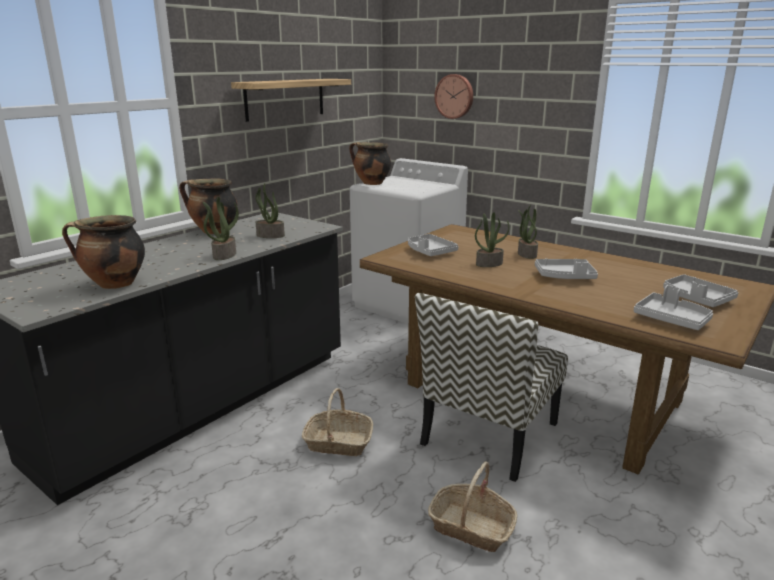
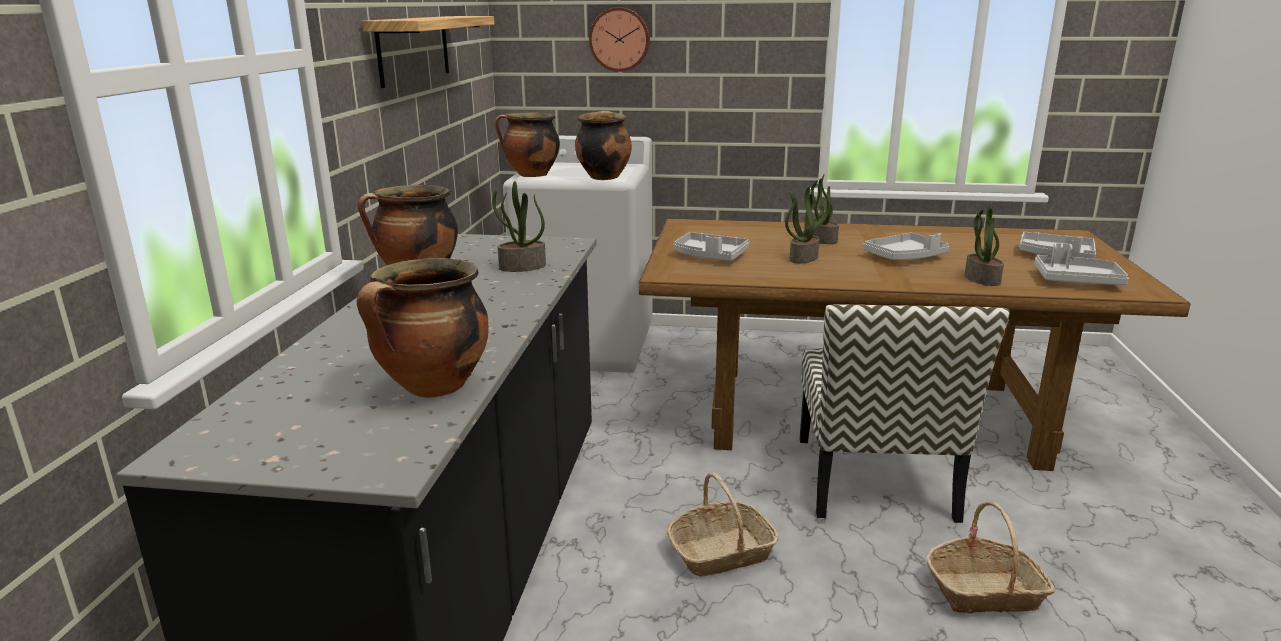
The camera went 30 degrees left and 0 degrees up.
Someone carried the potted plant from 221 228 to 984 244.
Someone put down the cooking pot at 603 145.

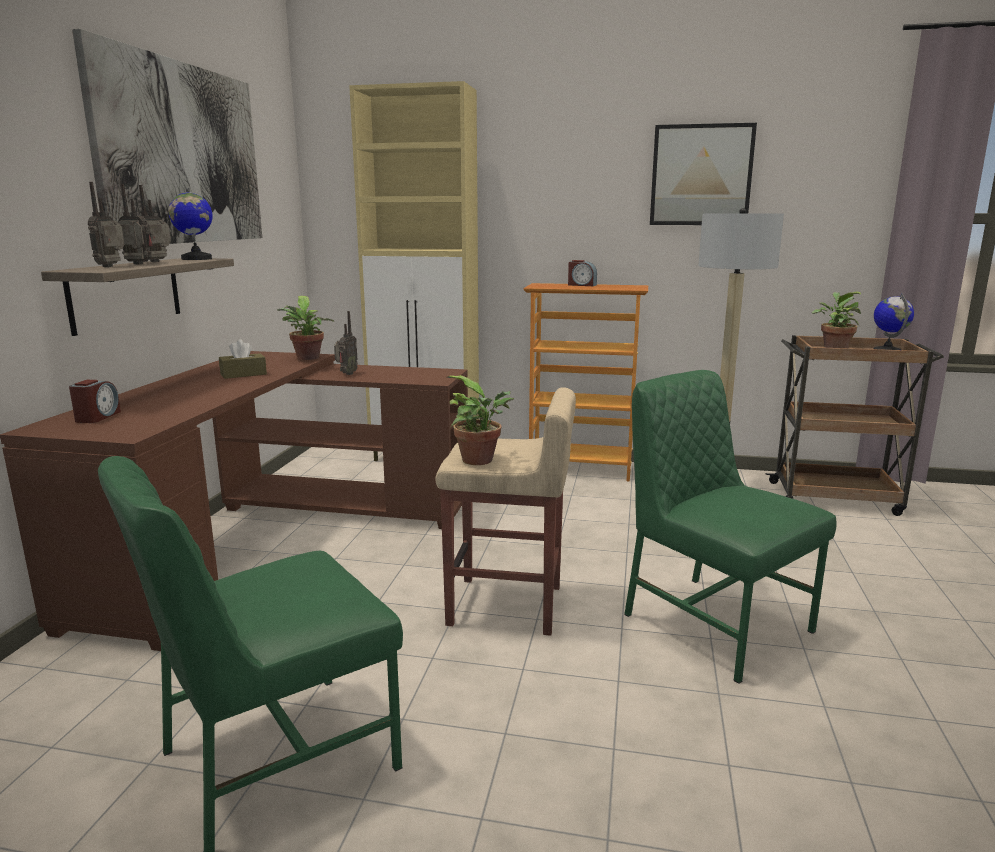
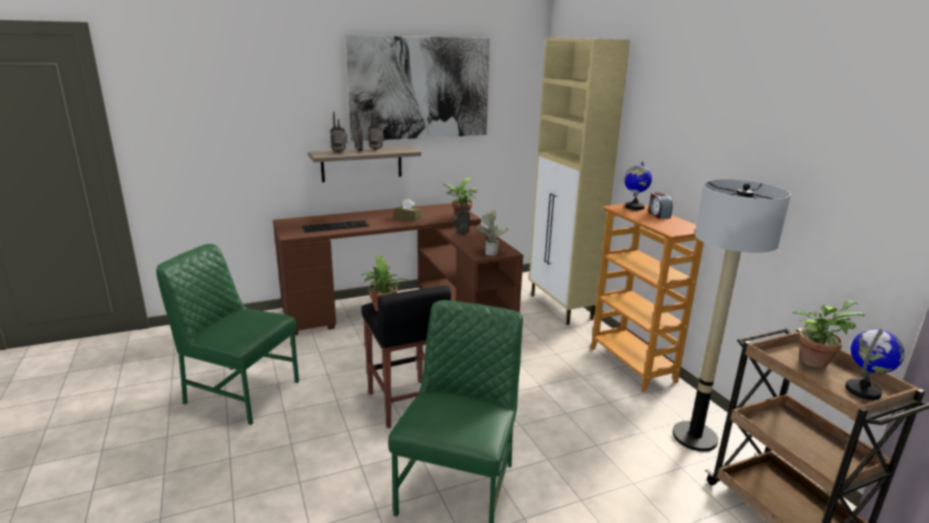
The camera went 55 degrees right and 5 degrees up.
Someone took away the alarm clock at 95 401.
Someone carried the globe from 190 223 to 638 185.
Someone repainted the beige stool at 505 511, which became the black stool at 406 357.
Someone took away the picture at 703 174.
Someone put down the keyboard at 335 226.
Someone put down the potted plant at 493 233.

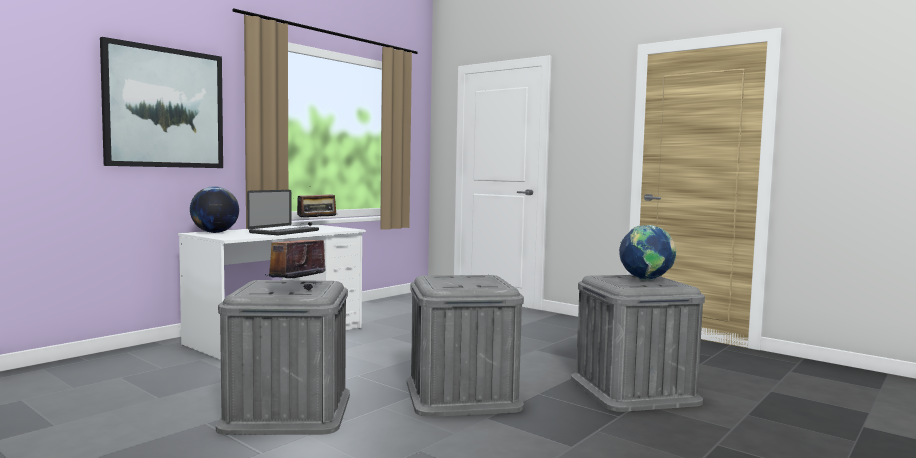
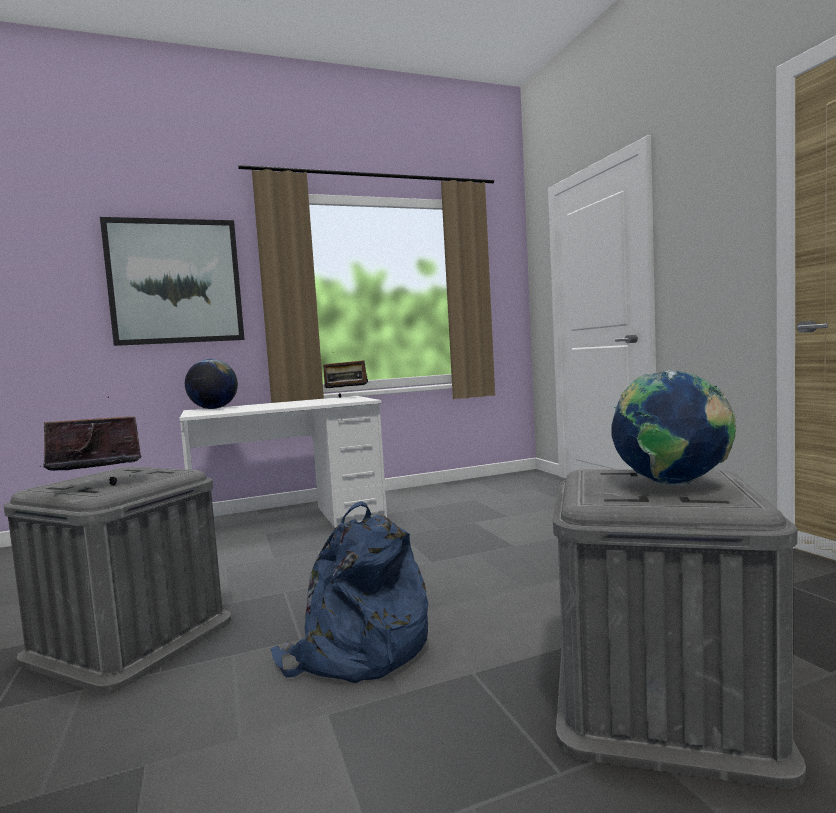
The camera went 30 degrees right and 0 degrees up.
Someone took away the laptop at 283 212.
Someone swapped the grey storage box at 465 346 for the blue backpack at 349 592.

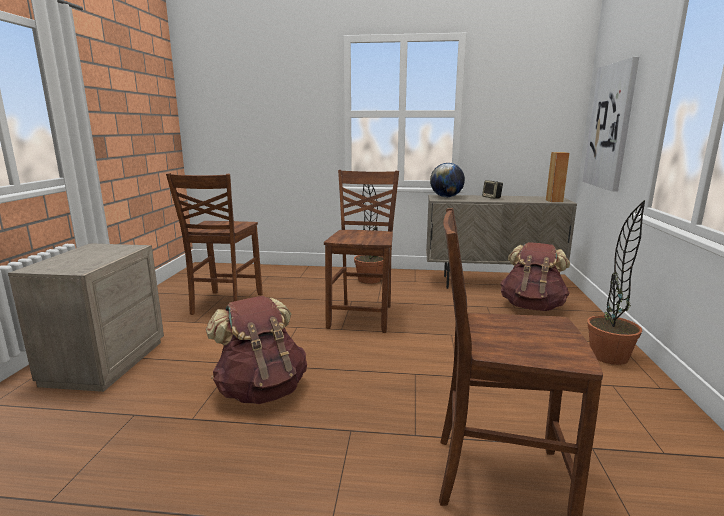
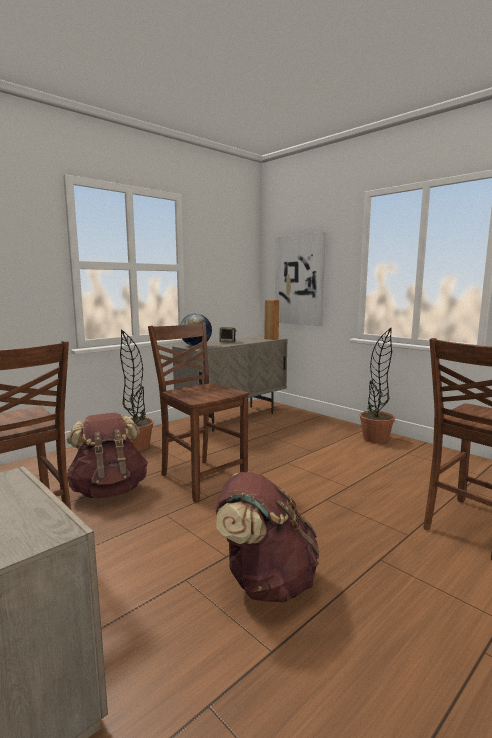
The camera went 50 degrees left and 5 degrees down.
Someone carried the brown backpack from 535 276 to 107 456.

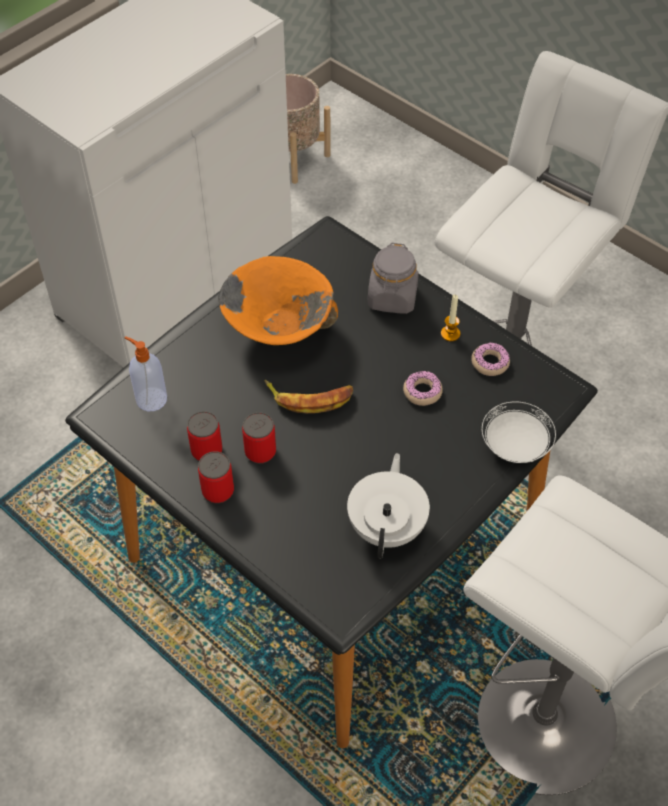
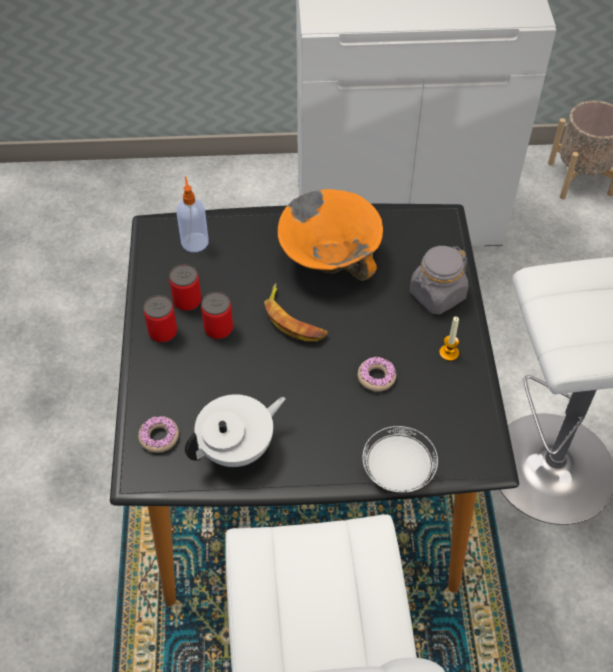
The camera went 45 degrees right and 0 degrees up.
Someone carried the donut from 490 359 to 158 434.

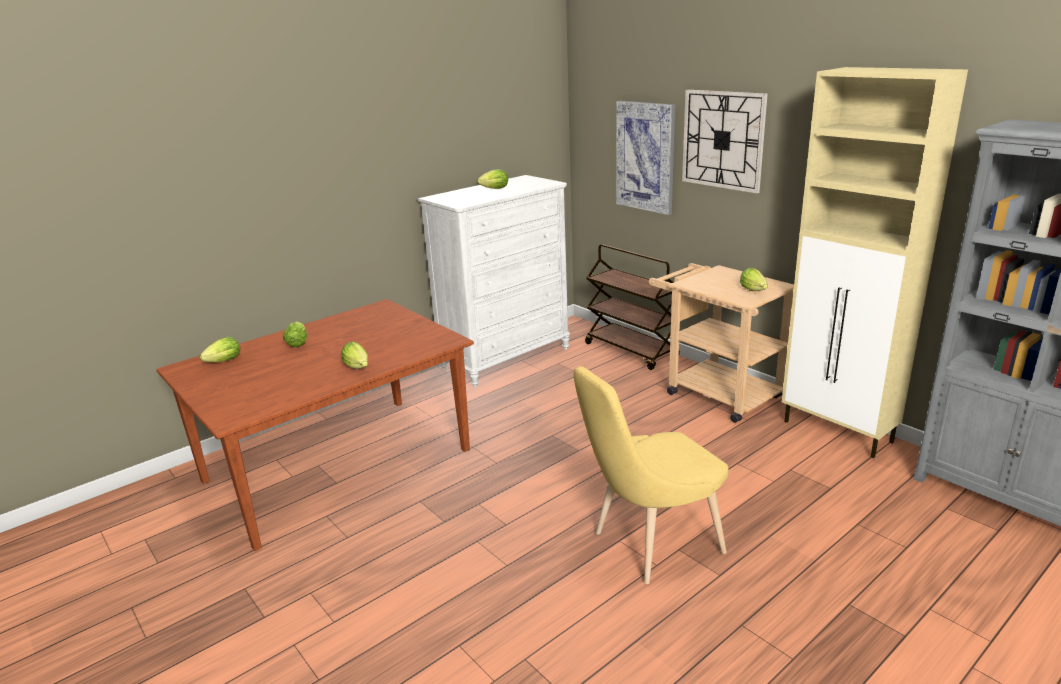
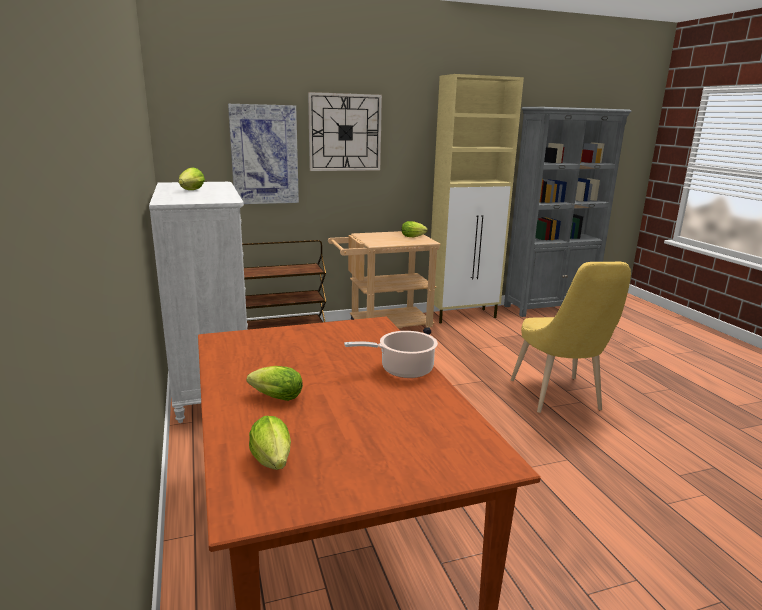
The camera went 70 degrees left and 5 degrees down.
Someone swapped the lettuce at 354 355 for the cooking pot at 391 354.

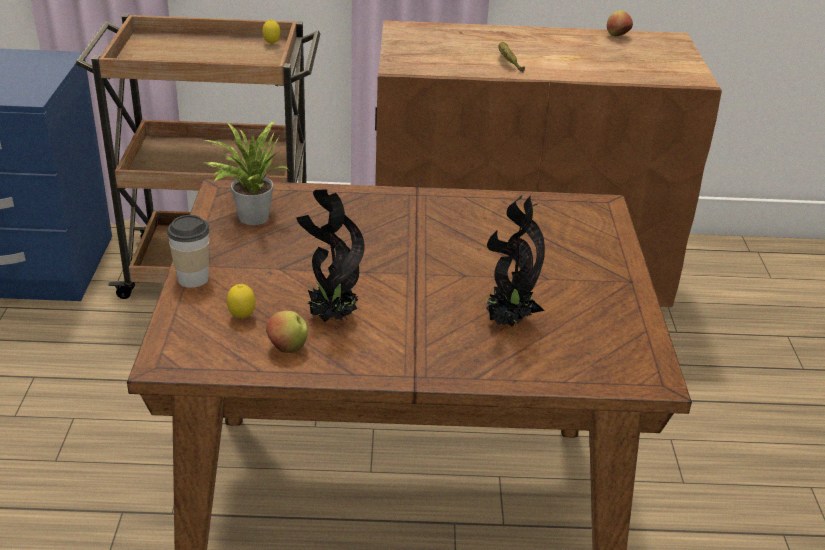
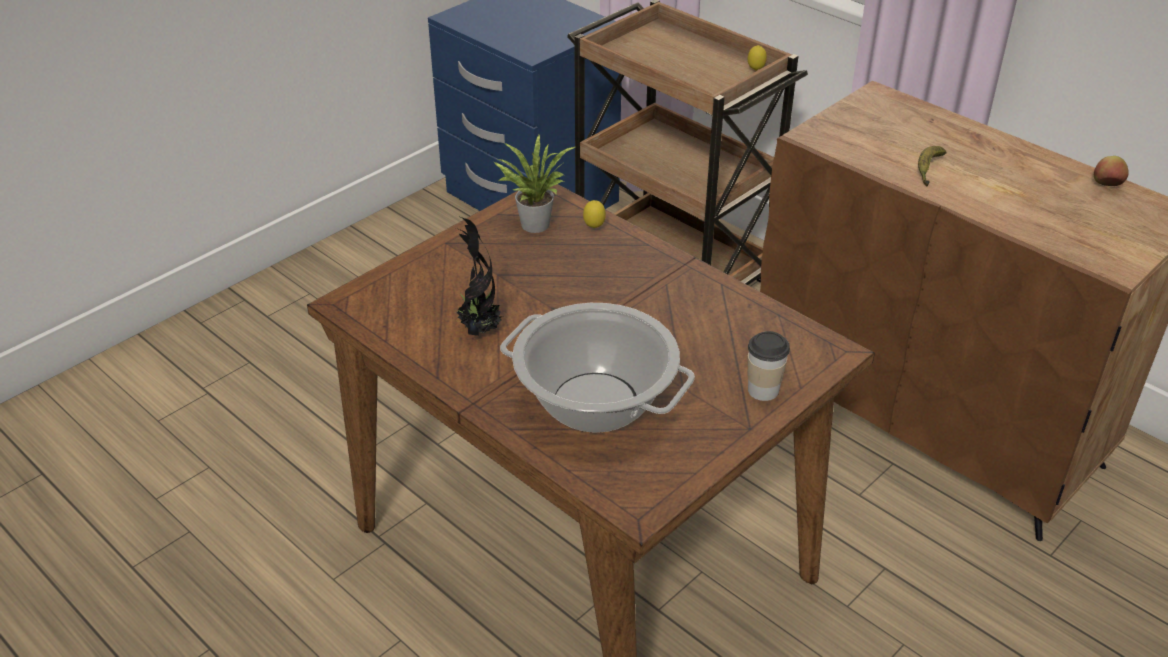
The camera went 45 degrees right and 5 degrees up.
Someone carried the cup from 188 251 to 769 366.
Someone carried the lemon from 241 301 to 594 214.
Someone took away the apple at 287 332.
Someone swapped the potted plant at 514 261 for the cooking pot at 597 368.

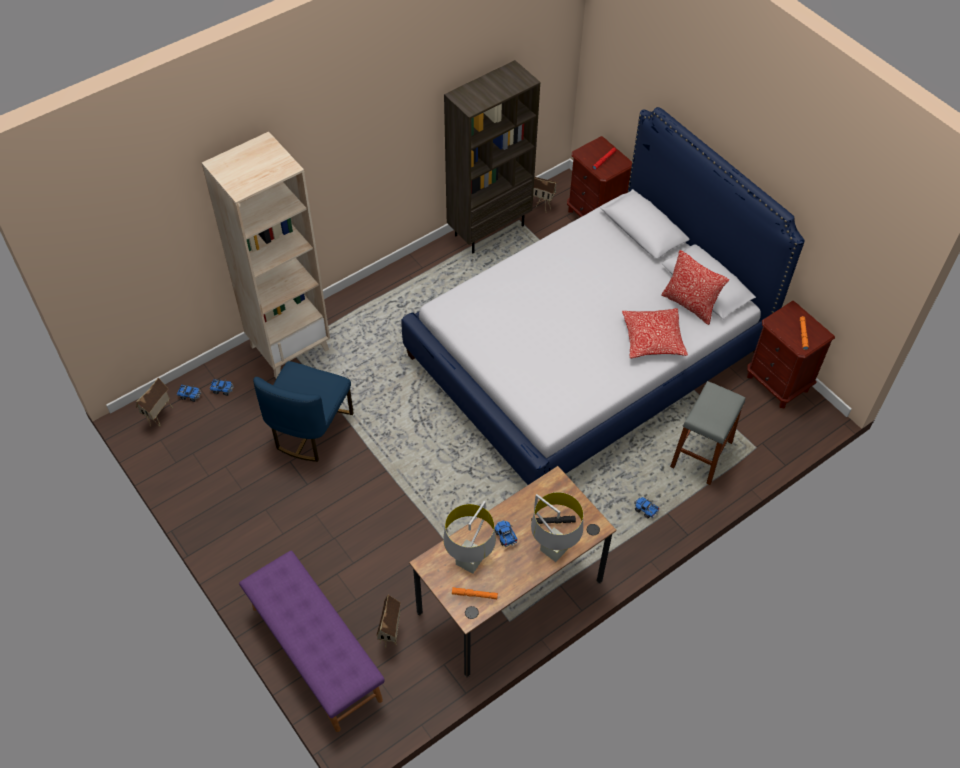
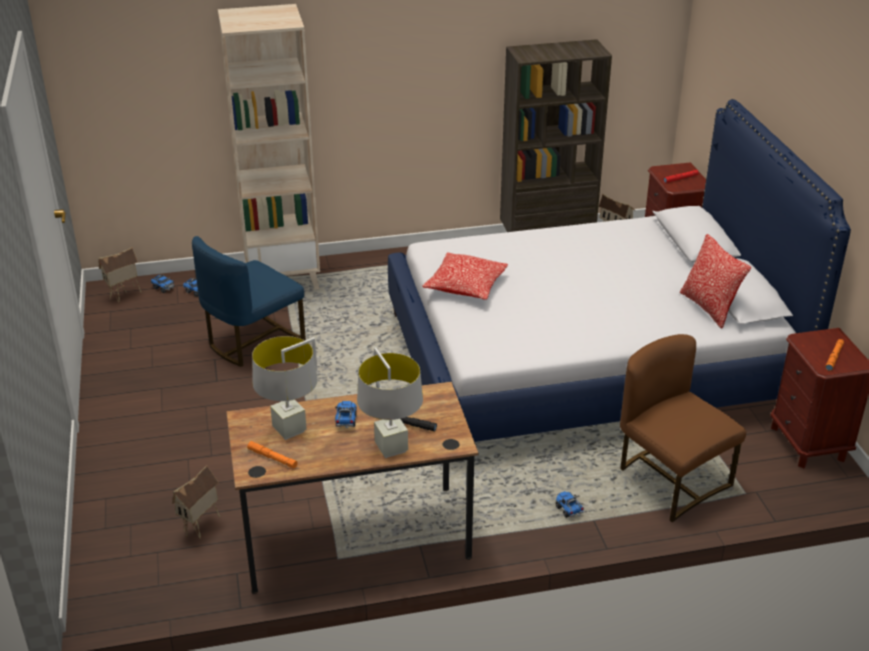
The camera went 25 degrees right and 20 degrees down.
Someone took away the purple bench at 312 641.
Someone carried the pillow from 655 333 to 465 276.
Someone swapped the grey stool at 708 433 for the brown chair at 683 428.

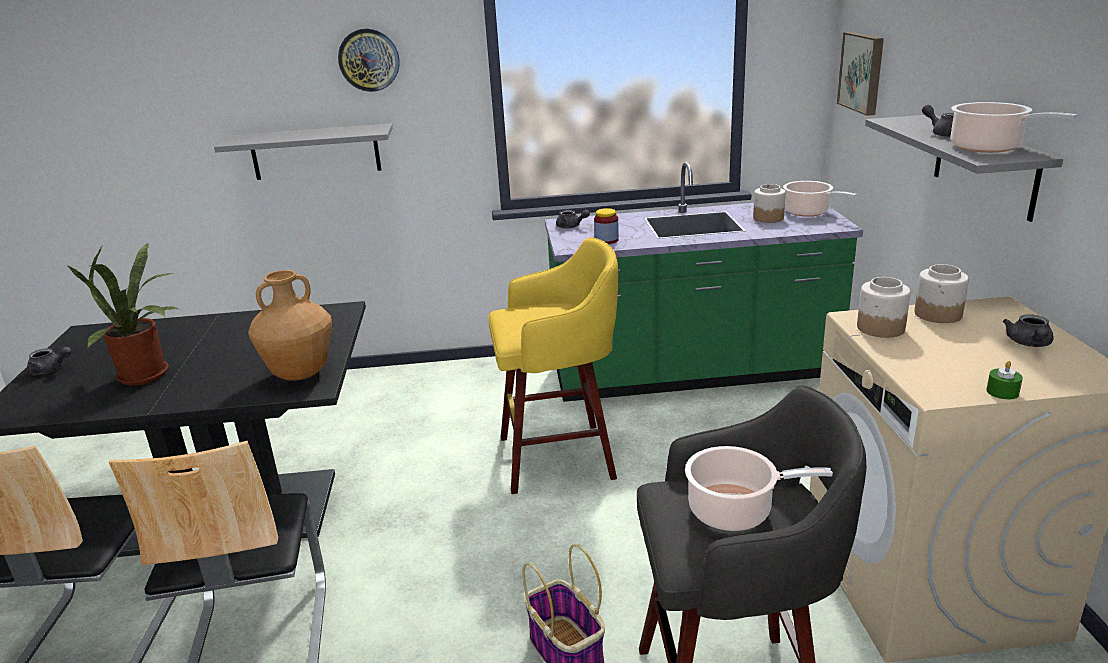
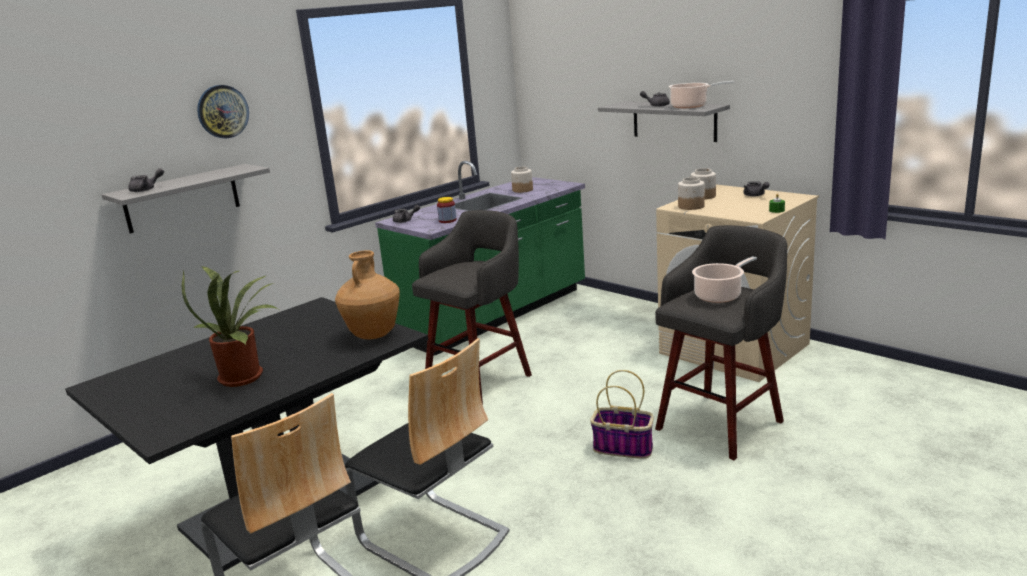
The camera went 40 degrees left and 5 degrees down.
Someone carried the grey teapot from 49 361 to 146 180.
Someone repainted the yellow stool at 553 365, which became the grey stool at 472 307.
Someone took away the cooking pot at 820 199.
Someone took away the picture at 860 74.

